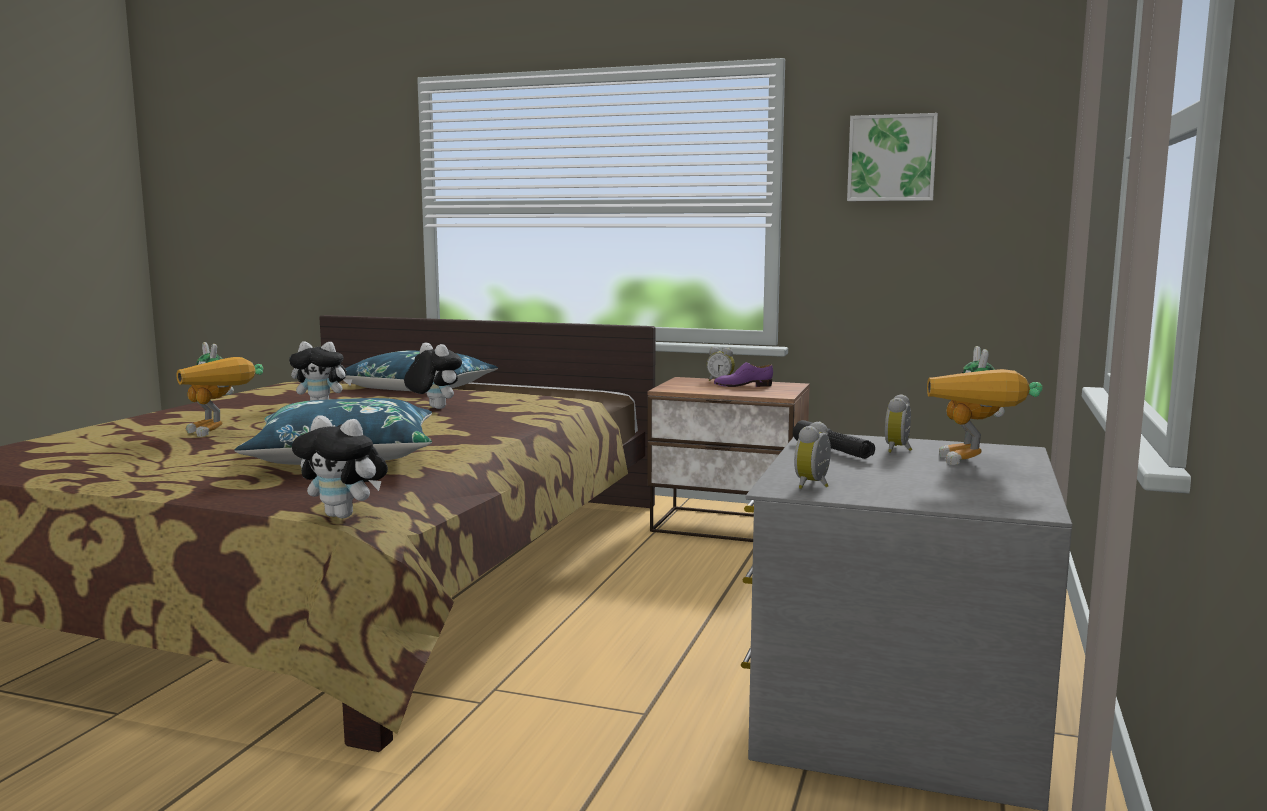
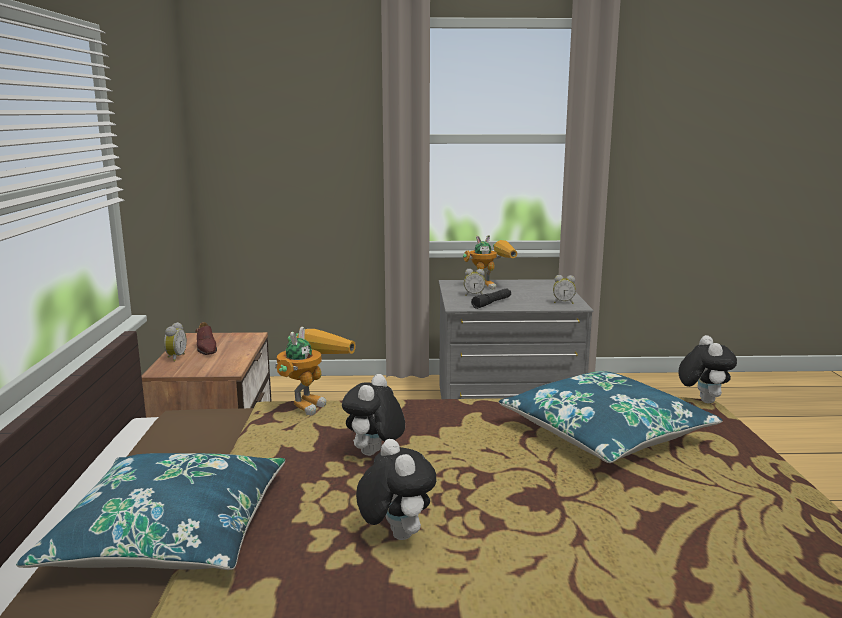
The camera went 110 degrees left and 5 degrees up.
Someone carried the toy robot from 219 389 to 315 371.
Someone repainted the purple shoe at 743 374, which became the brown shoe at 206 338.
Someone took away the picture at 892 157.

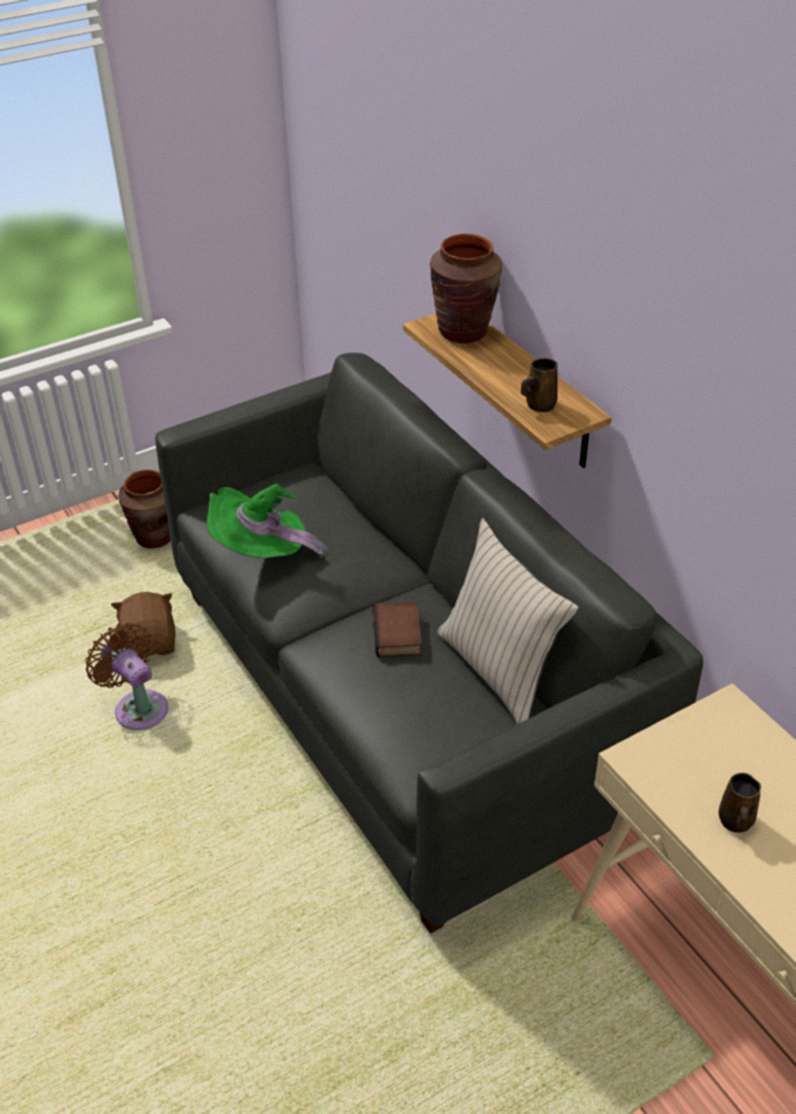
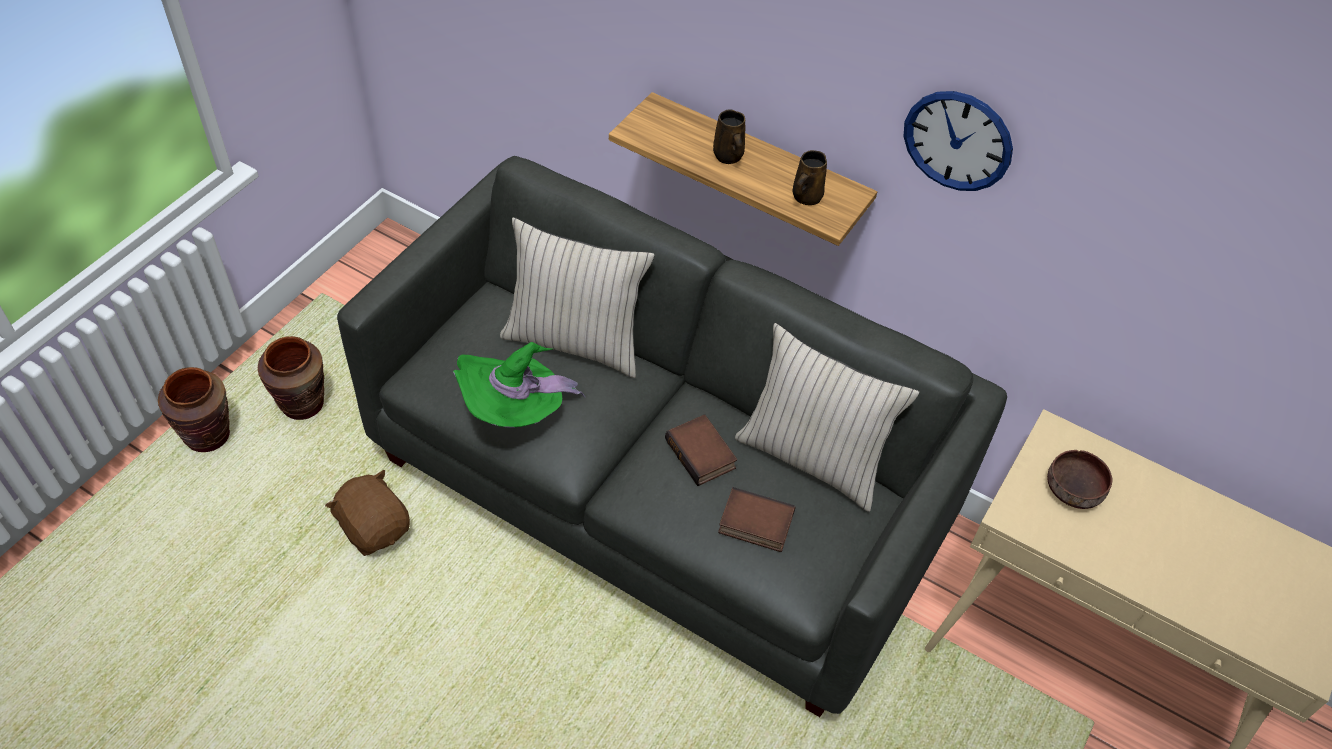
The camera went 30 degrees left and 10 degrees up.
Someone took away the brown fan at 126 676.
Someone carried the brown vase from 466 288 to 194 409.
Someone carried the brown mug from 740 803 to 729 136.
Someone put down the beige pillow at 577 297.
Someone put down the book at 756 519.
Someone put up the wall clock at 958 141.
Someone put down the brown bowl at 1080 479.

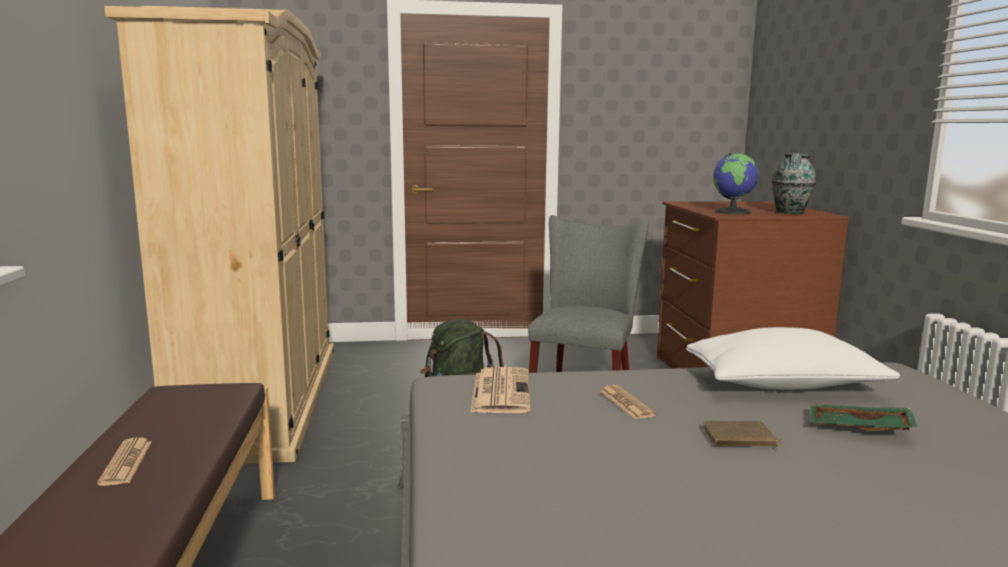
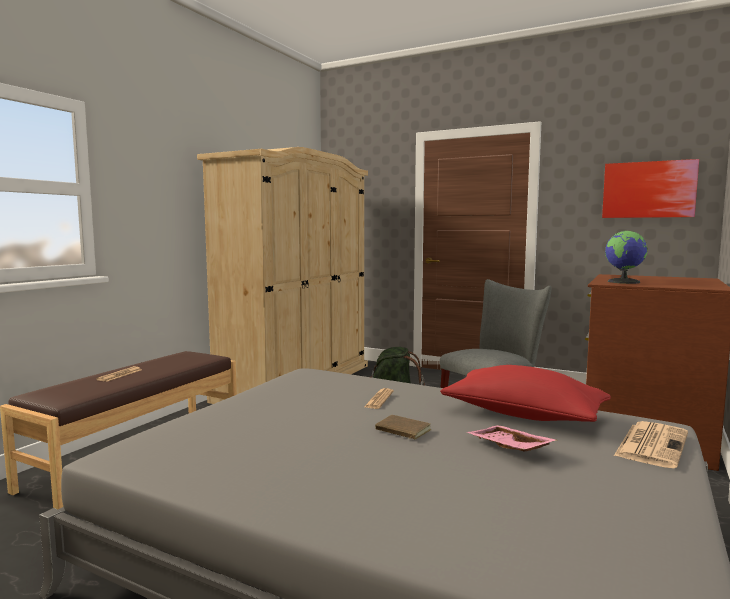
The camera went 35 degrees right and 5 degrees down.
Someone carried the newspaper from 500 390 to 651 444.
Someone repainted the white pillow at 793 358, which became the red pillow at 525 393.
Someone took away the vase at 794 183.
Someone repainted the green tray at 864 418, which became the pink tray at 511 438.
Someone put up the picture at 650 188.

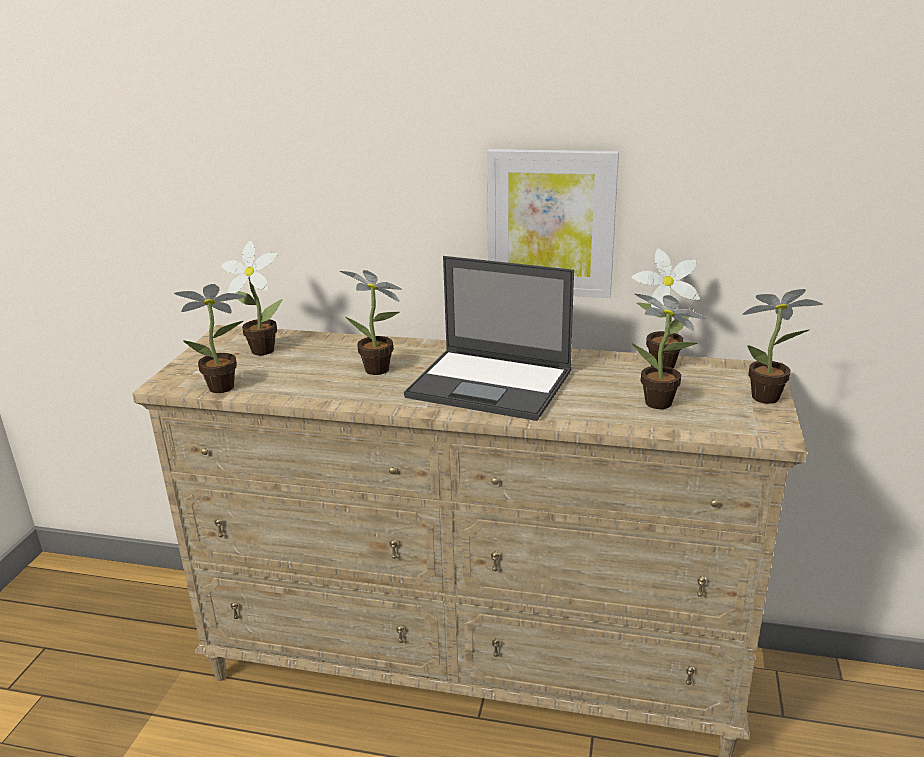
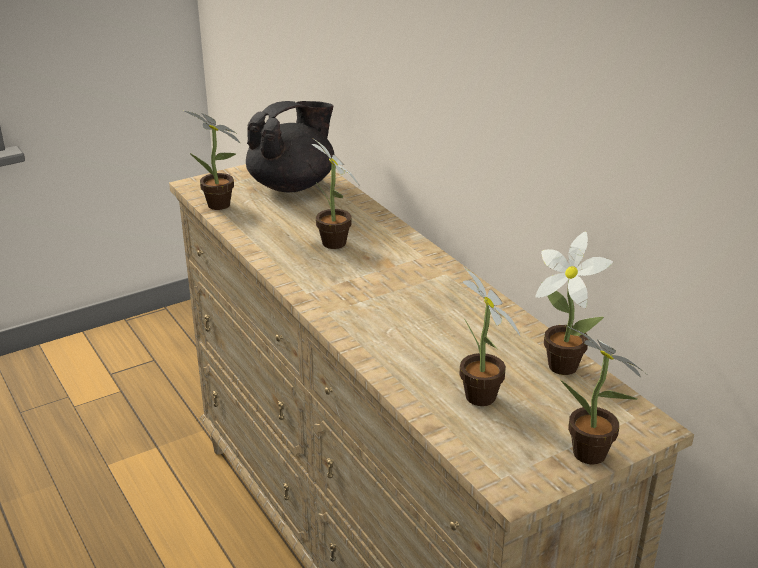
The camera went 45 degrees right and 5 degrees up.
Someone swapped the potted plant at 252 298 for the black teapot at 290 147.
Someone took away the laptop at 489 338.
Someone took away the picture at 553 223.

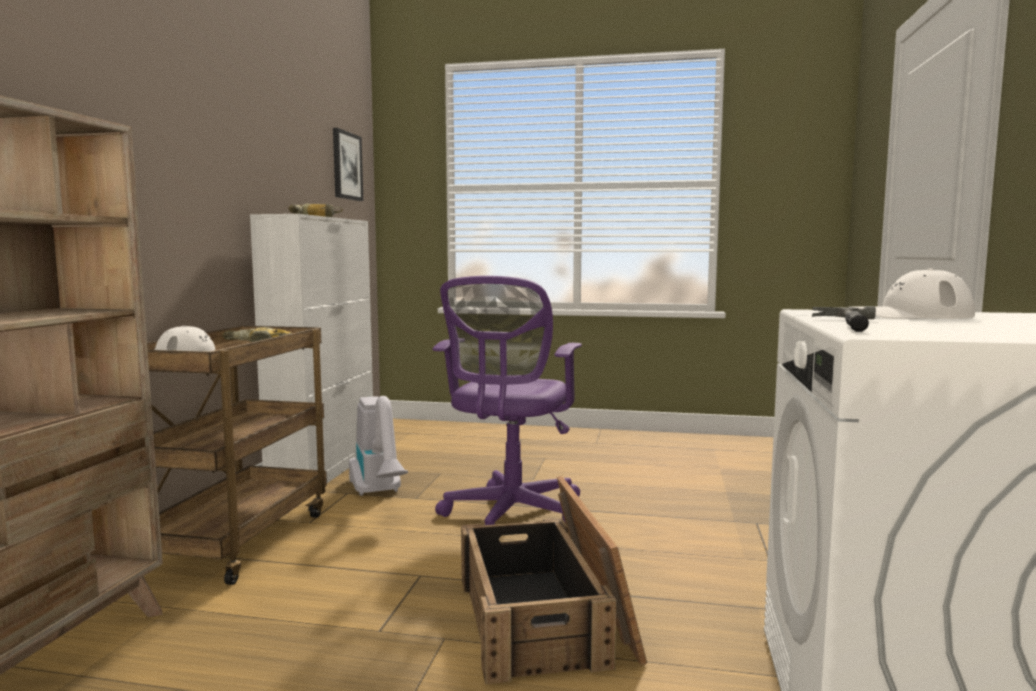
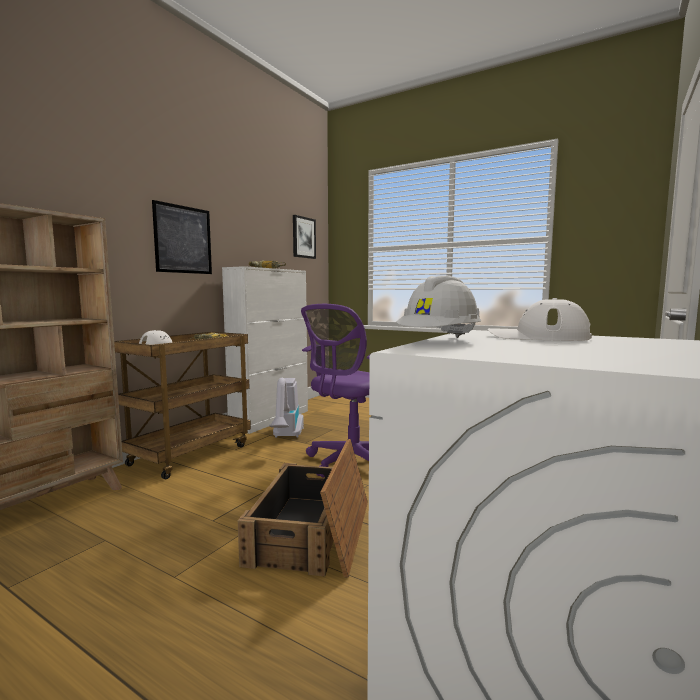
The camera went 20 degrees right and 0 degrees up.
Someone swapped the hammer at 844 319 for the white hard hat at 438 307.
Someone put up the picture at 182 237.

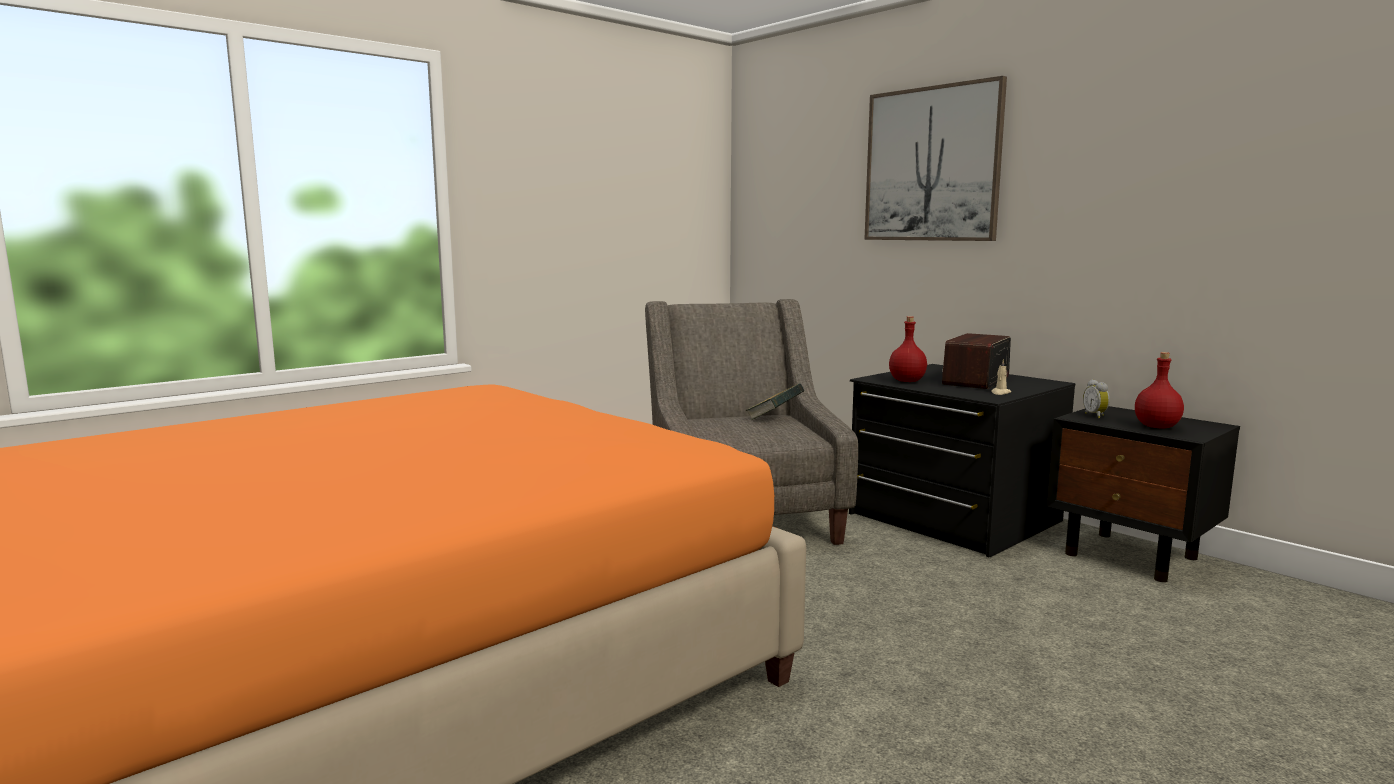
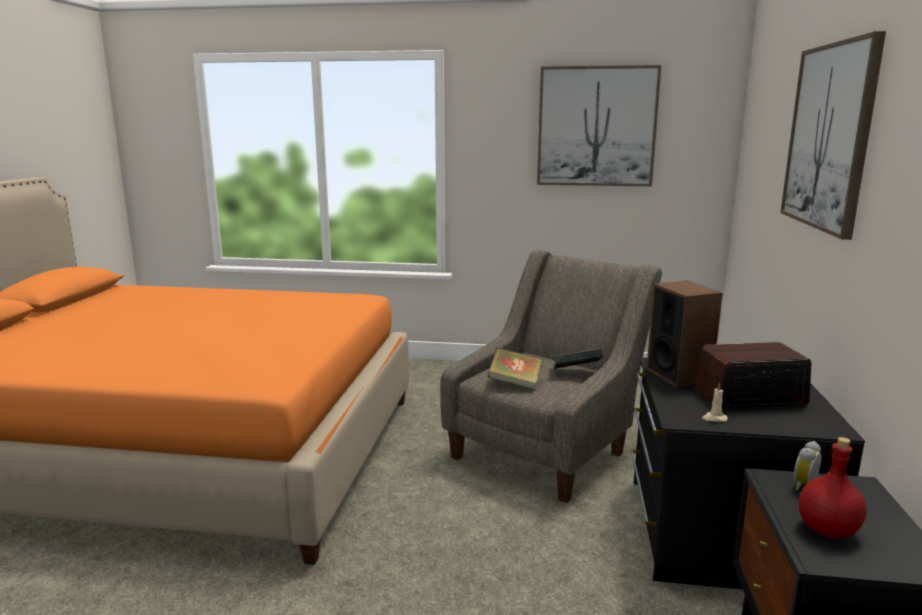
The camera went 50 degrees right and 5 degrees up.
Someone swapped the red bottle at 908 349 for the speaker at 684 334.
Someone put down the book at 515 368.
Someone put up the picture at 599 125.

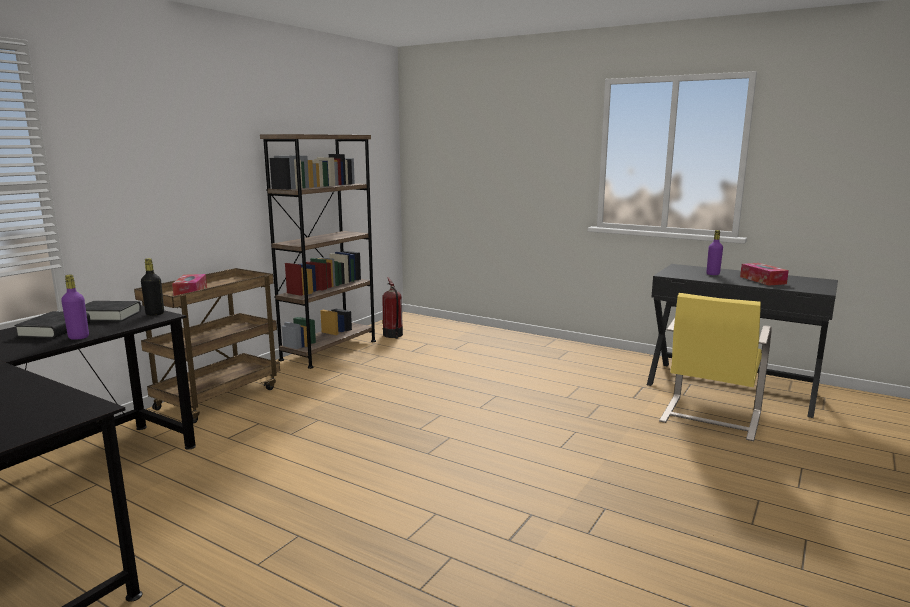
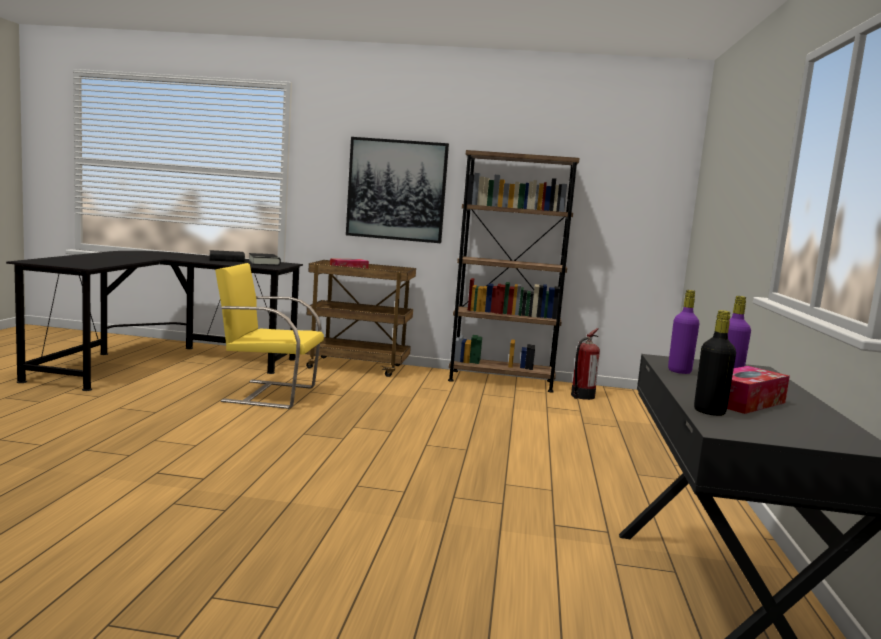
The camera went 65 degrees right and 5 degrees down.
Someone carried the purple bottle from 75 307 to 683 332.
Someone carried the black bottle from 152 287 to 715 363.
Someone carried the yellow chair from 715 367 to 269 336.
Someone put up the picture at 397 190.

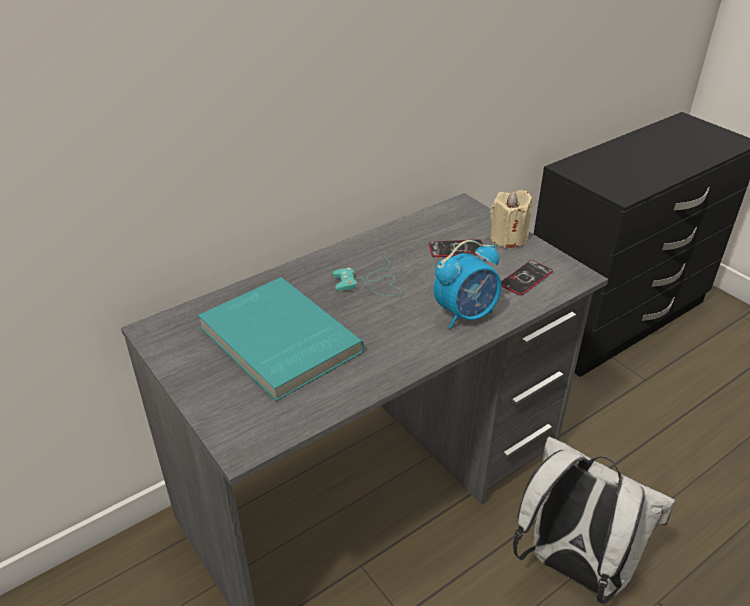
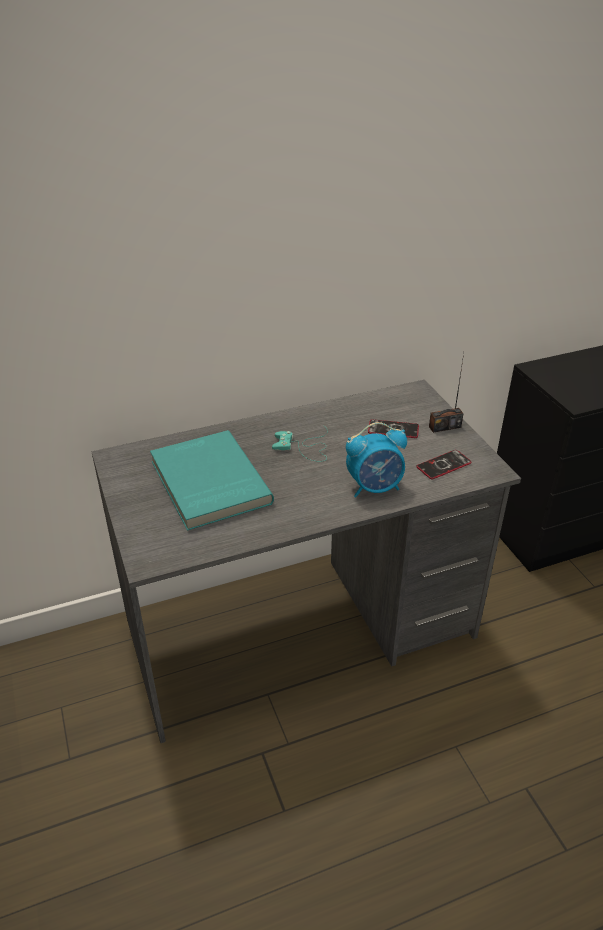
The camera went 15 degrees right and 0 degrees up.
Someone swapped the beige candle at 511 219 for the radio at 446 393.
Someone took away the white backpack at 594 520.

